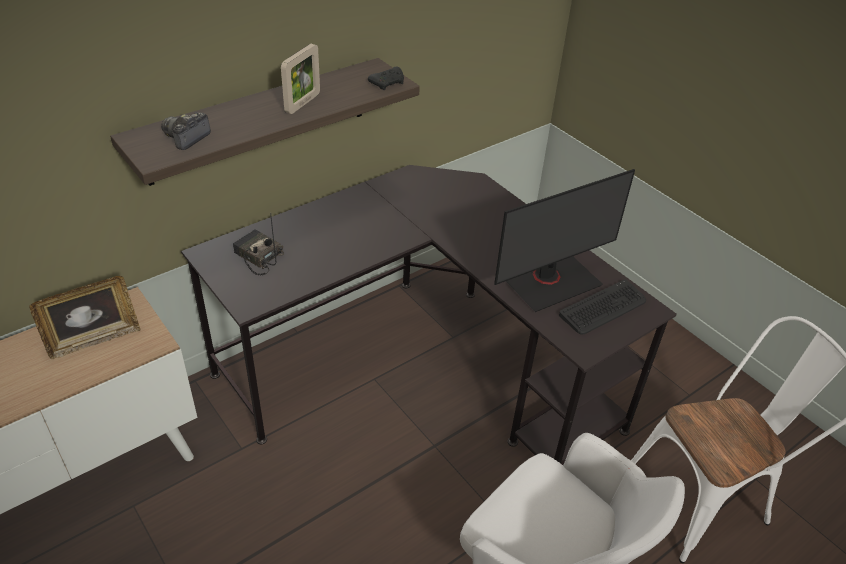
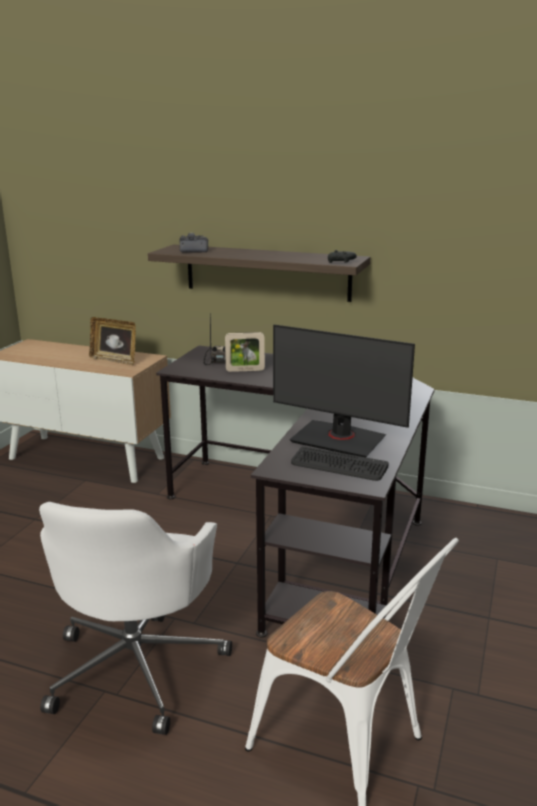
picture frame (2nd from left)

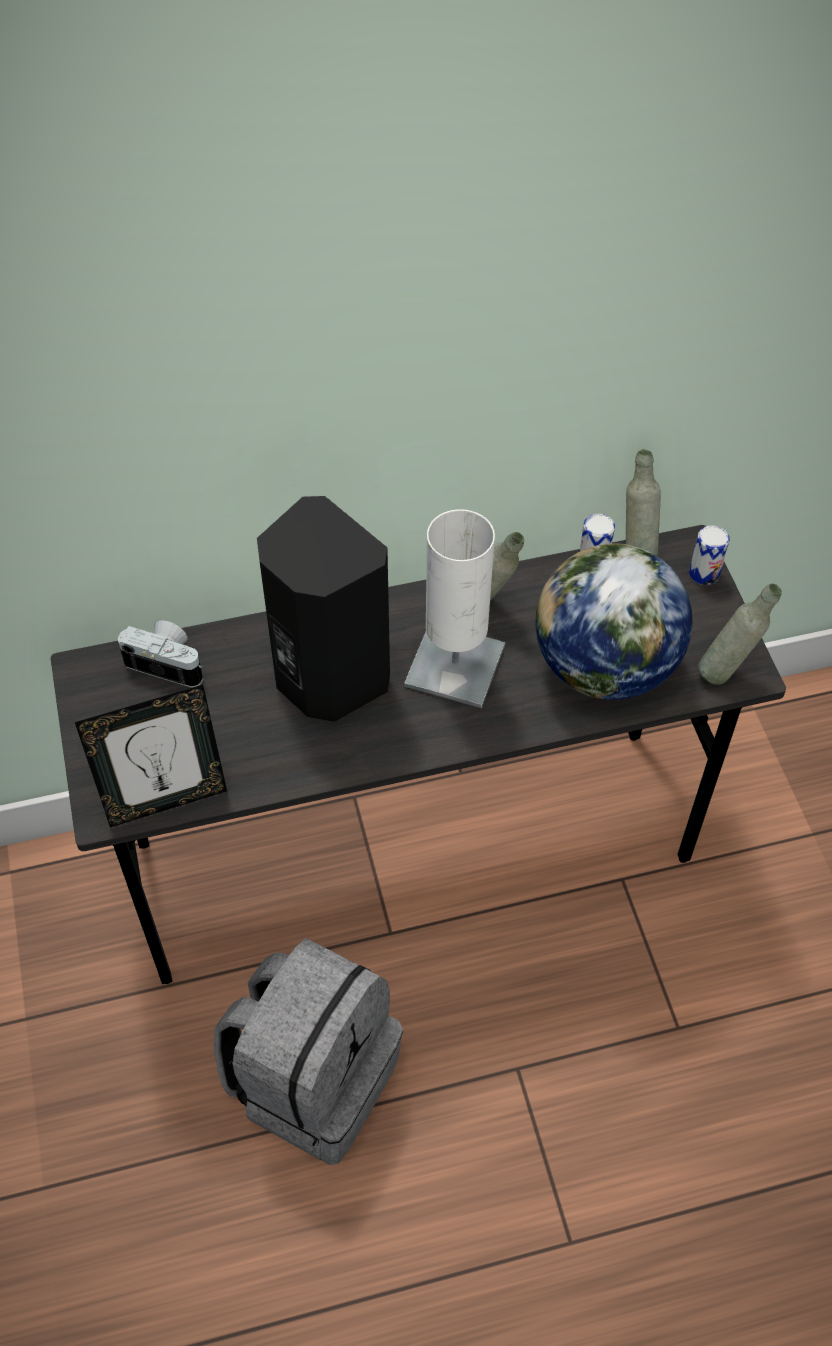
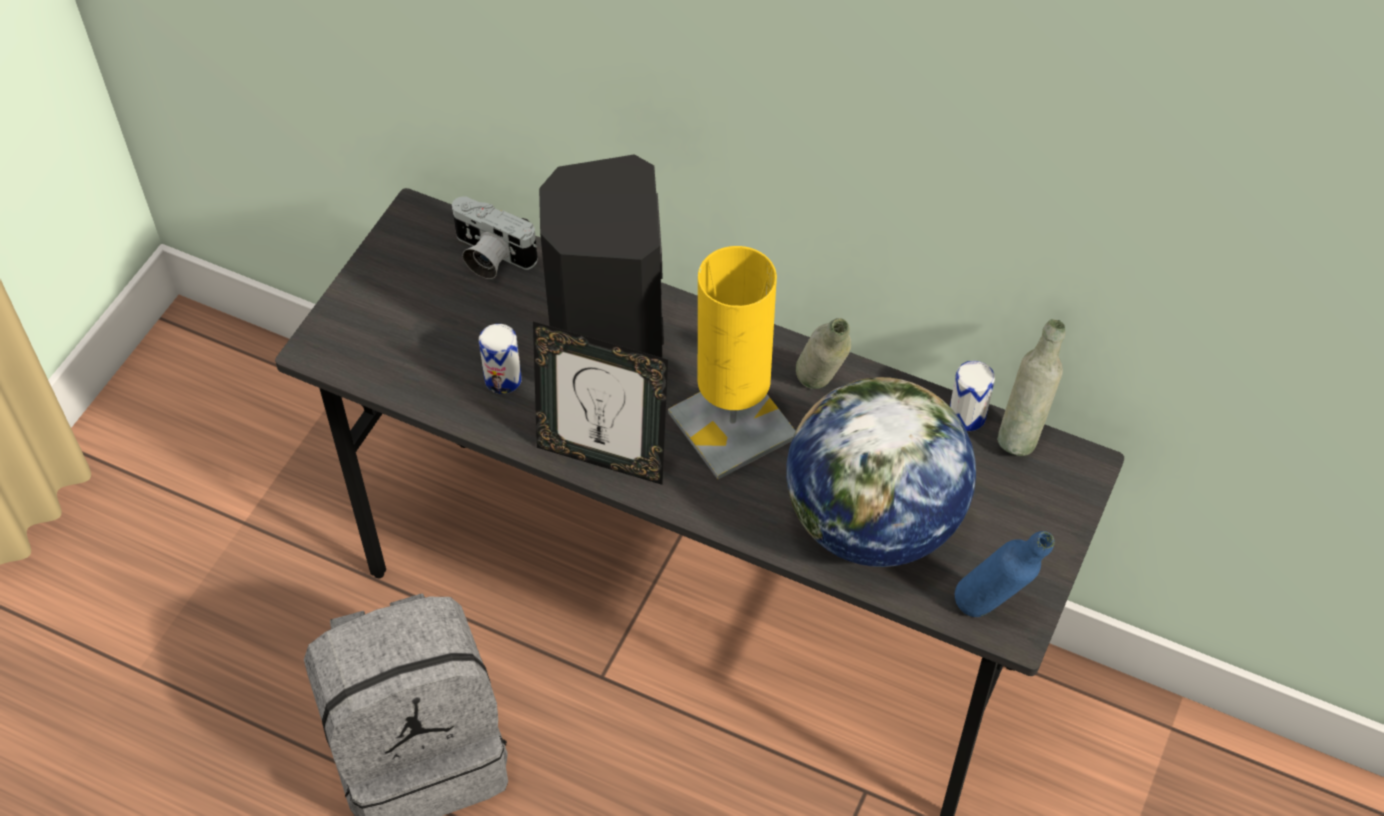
picture frame; photo camera; yellow table lamp; can (1st from left); blue bottle

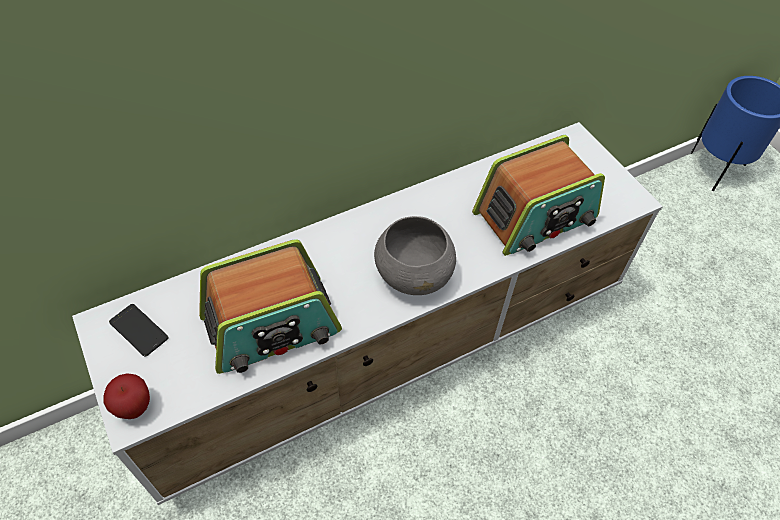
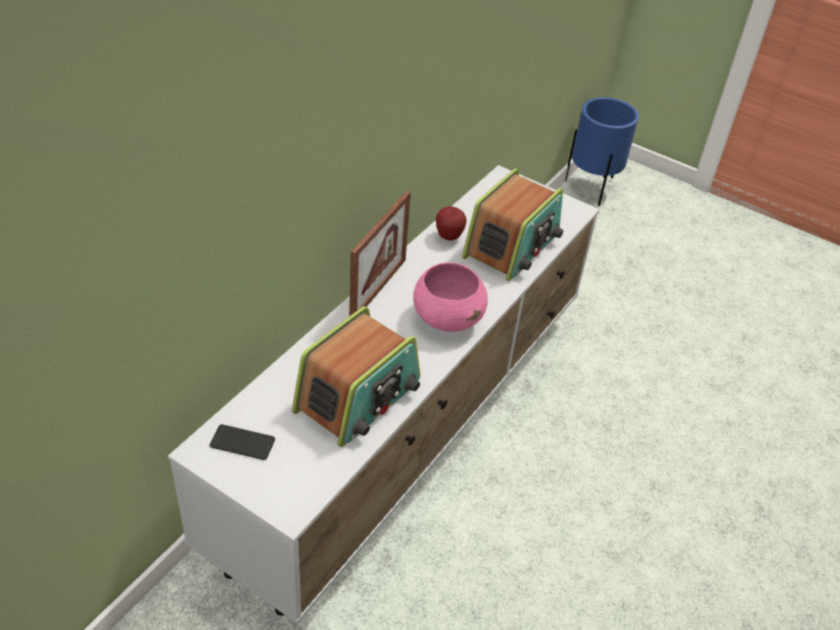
apple; pink bowl; picture frame

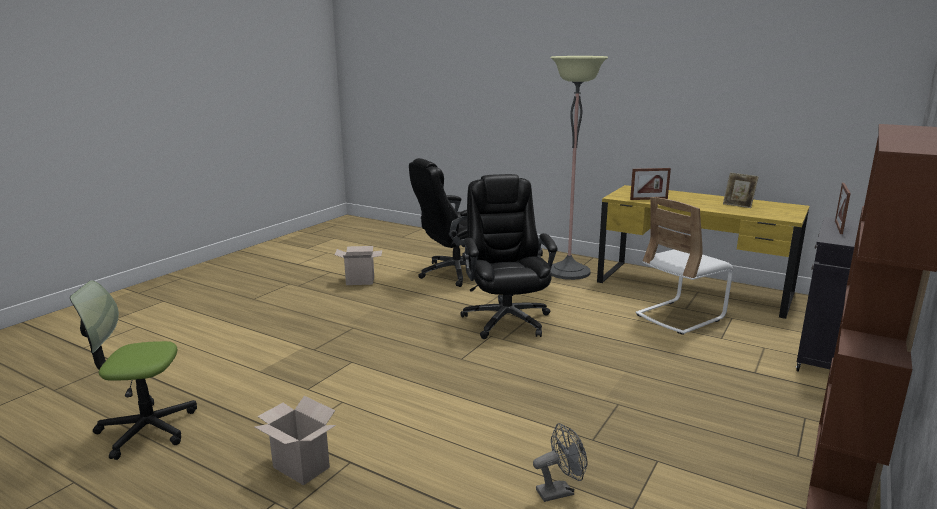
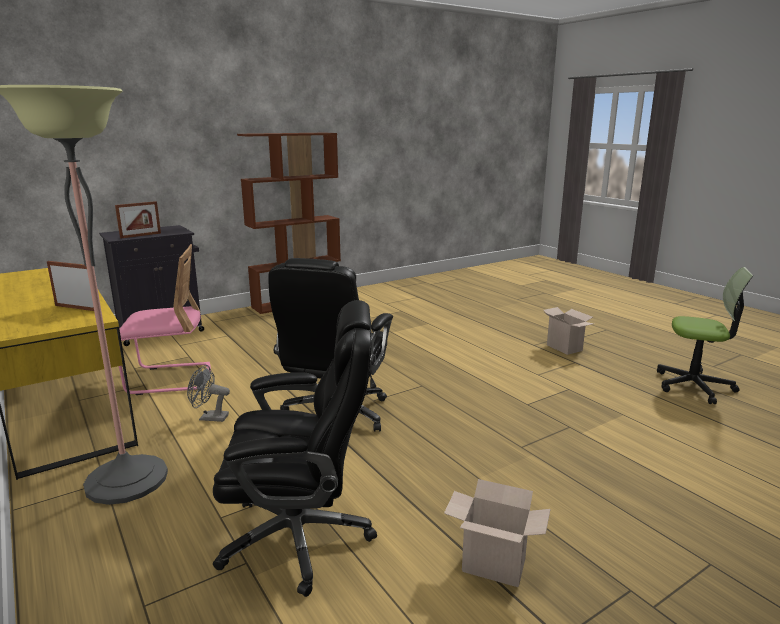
grey fan; pink chair; picture frame (2nd from left in the first image)

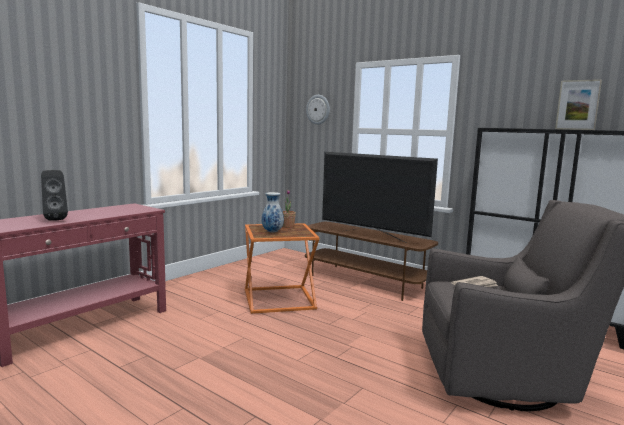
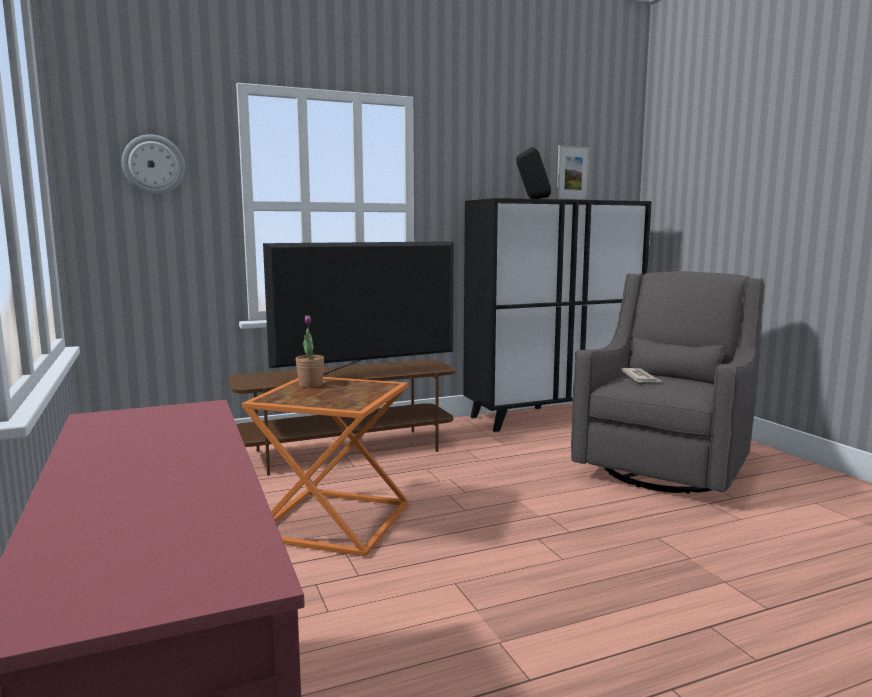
black speaker; vase

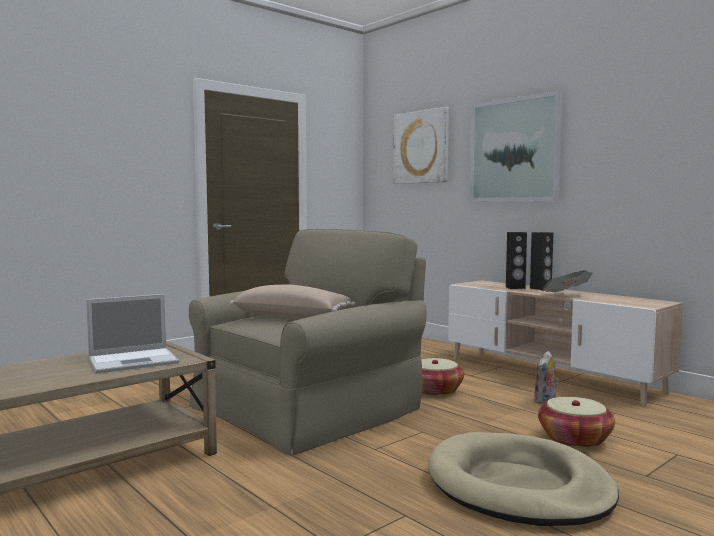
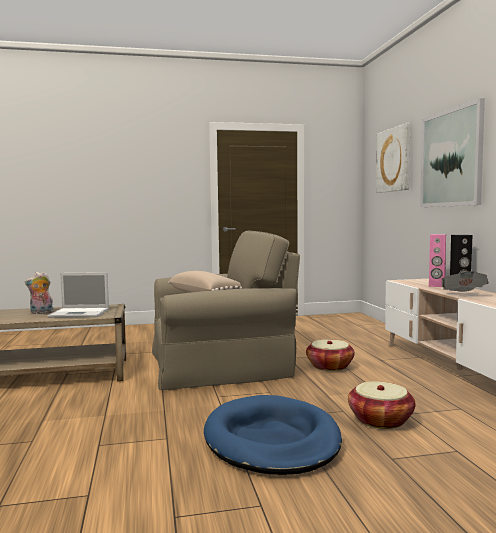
blue dog bed; pink speaker; plush toy

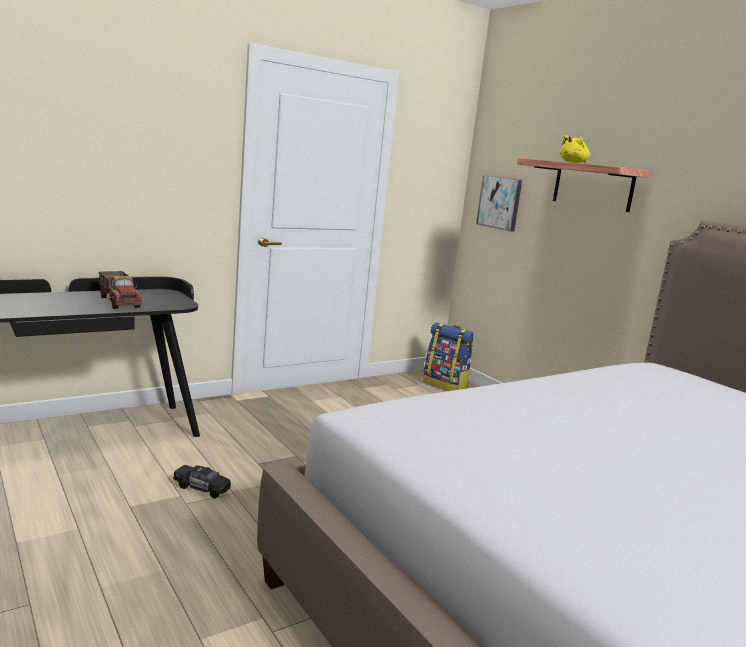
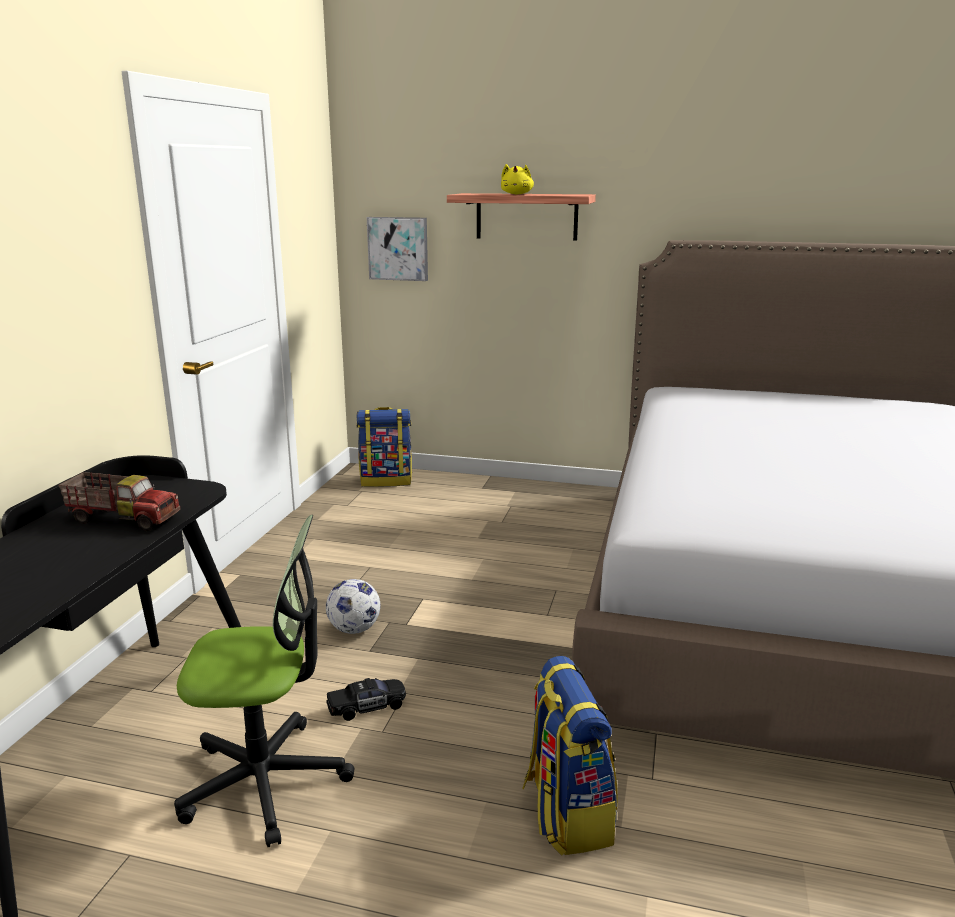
office chair; football; backpack (2nd from left)

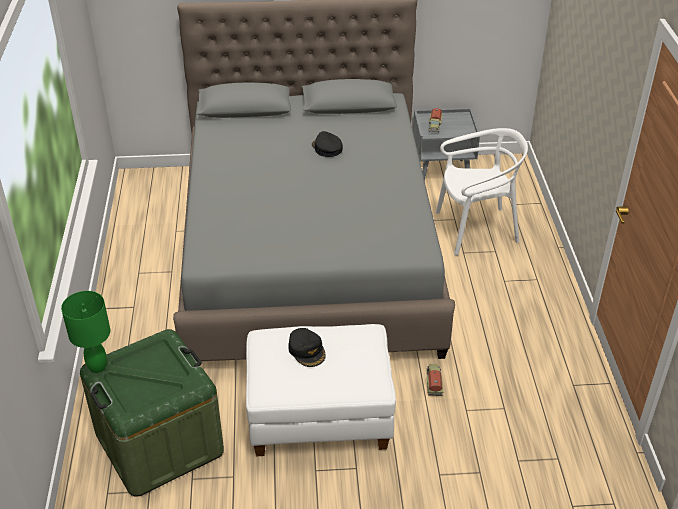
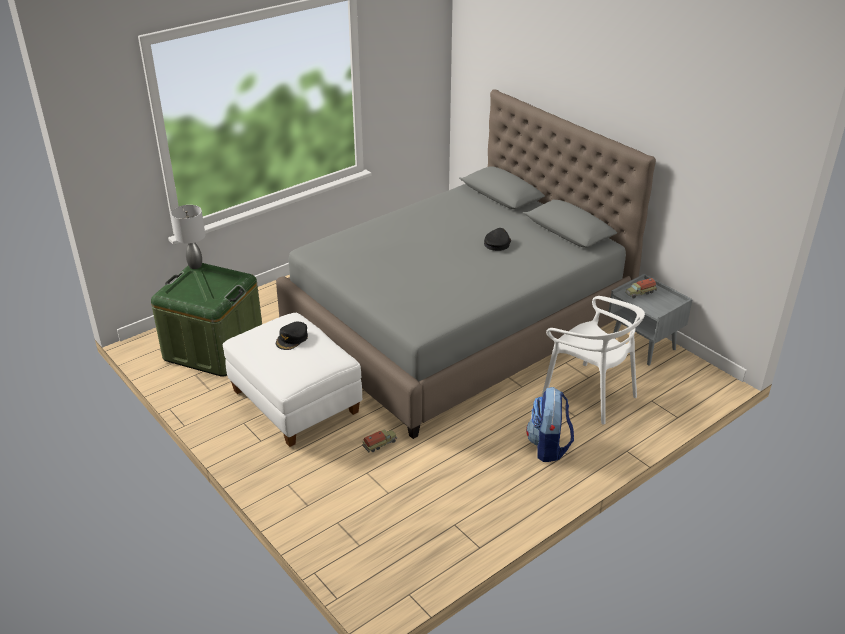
grey table lamp; backpack

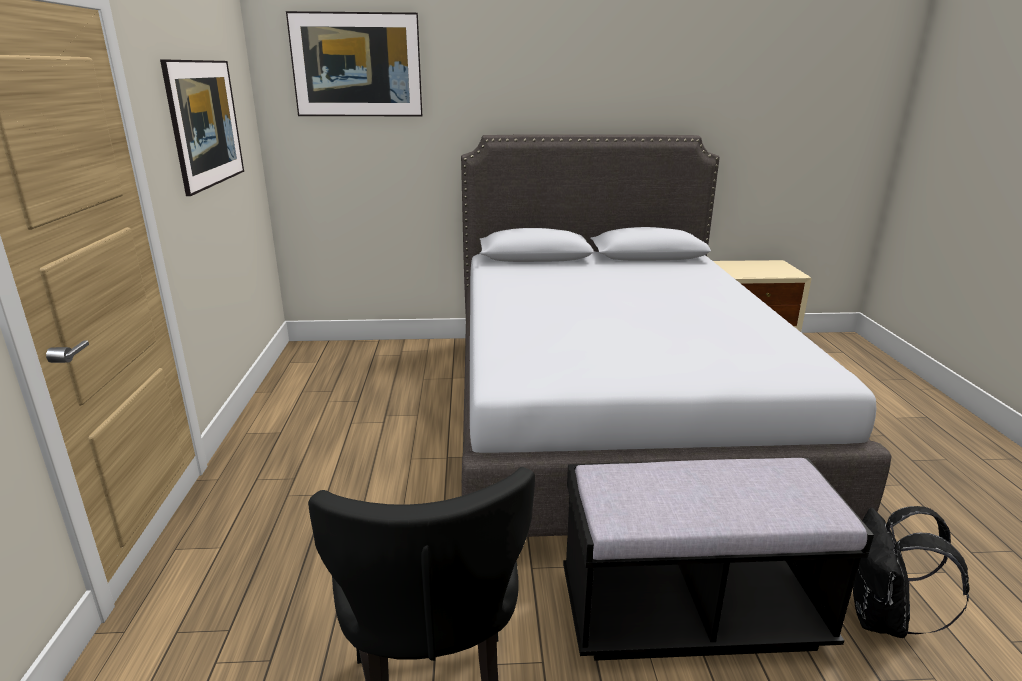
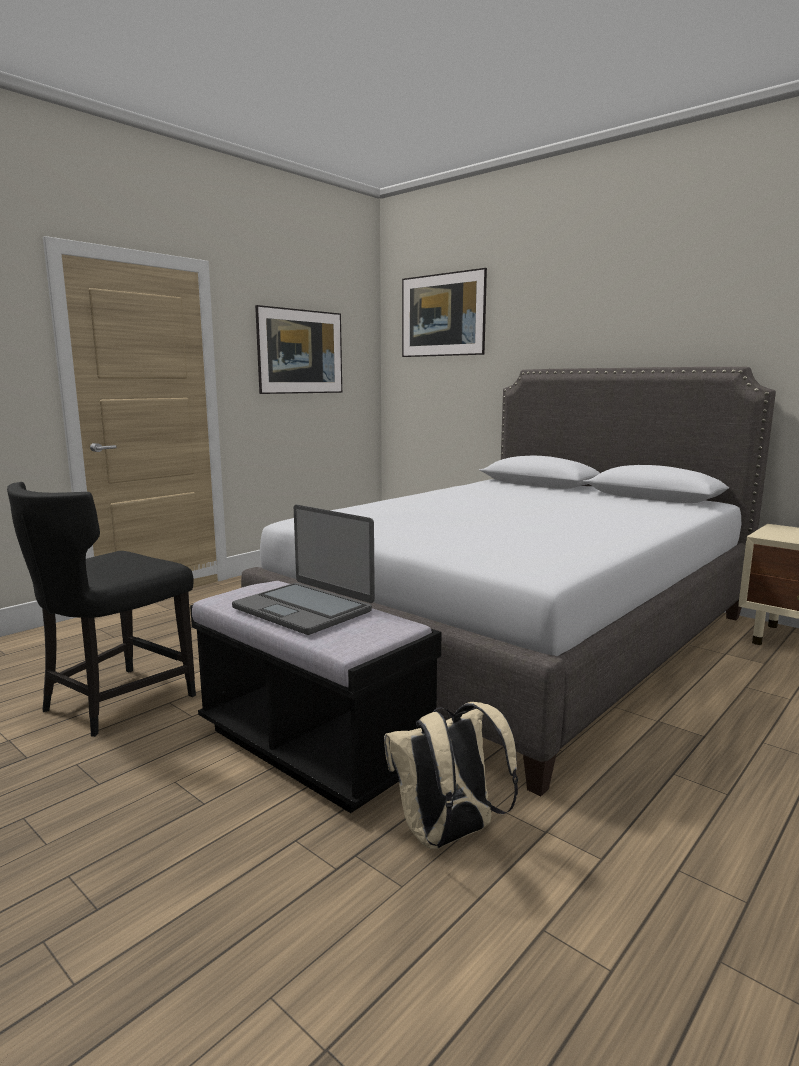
beige backpack; laptop

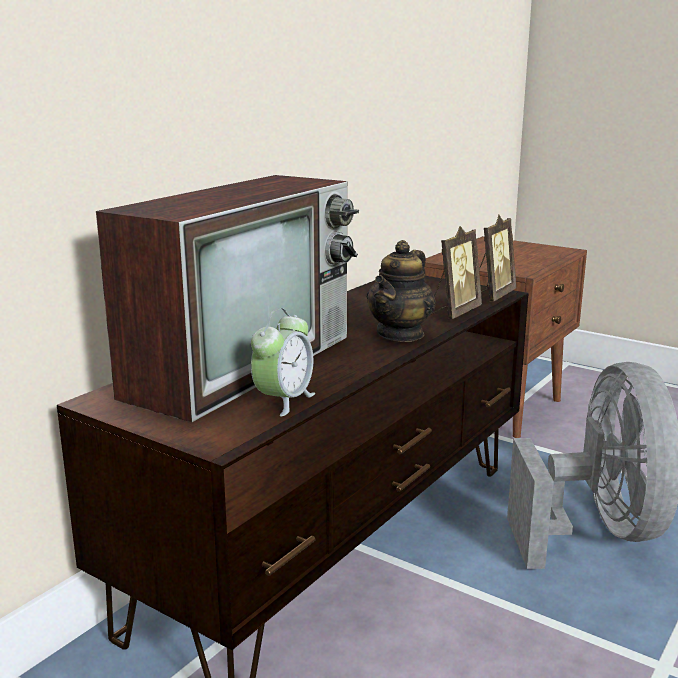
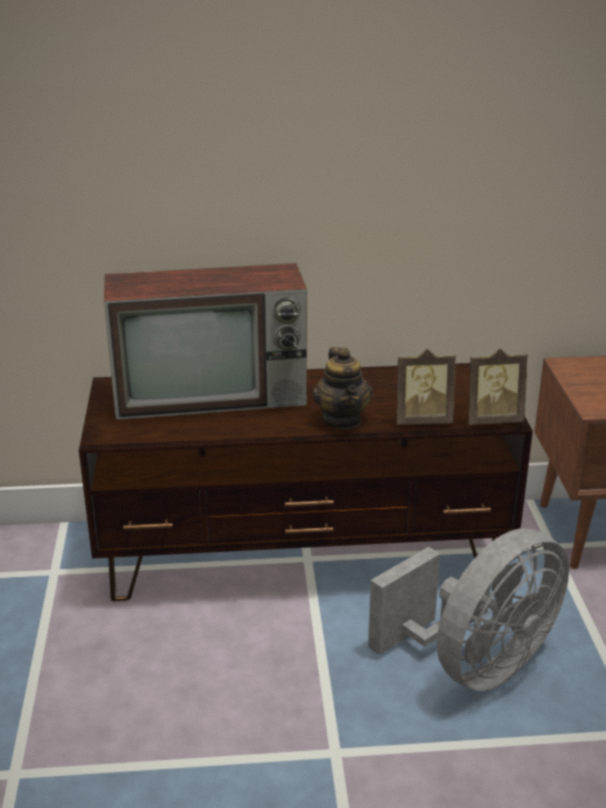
alarm clock; teapot

